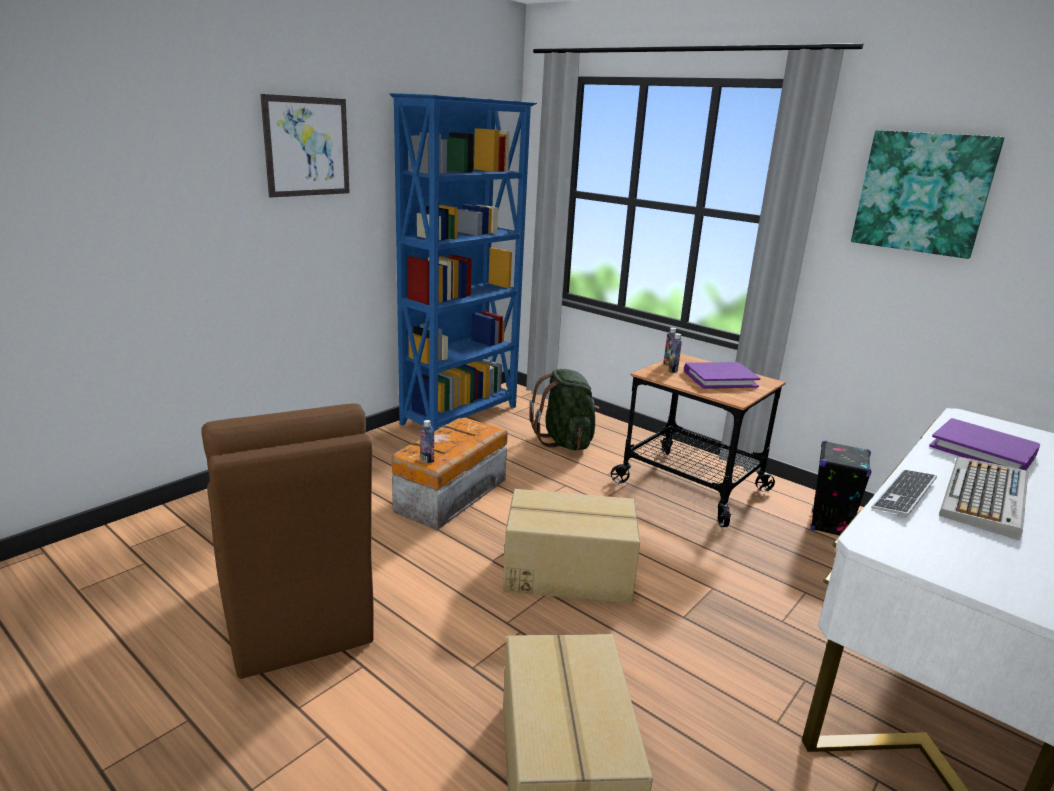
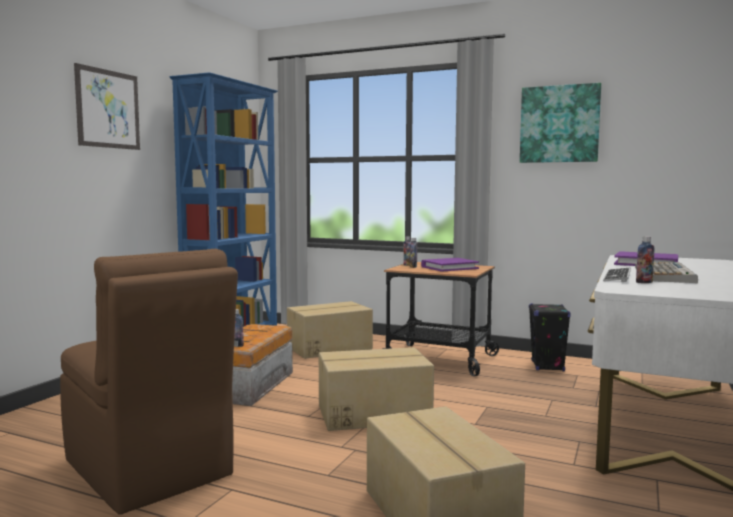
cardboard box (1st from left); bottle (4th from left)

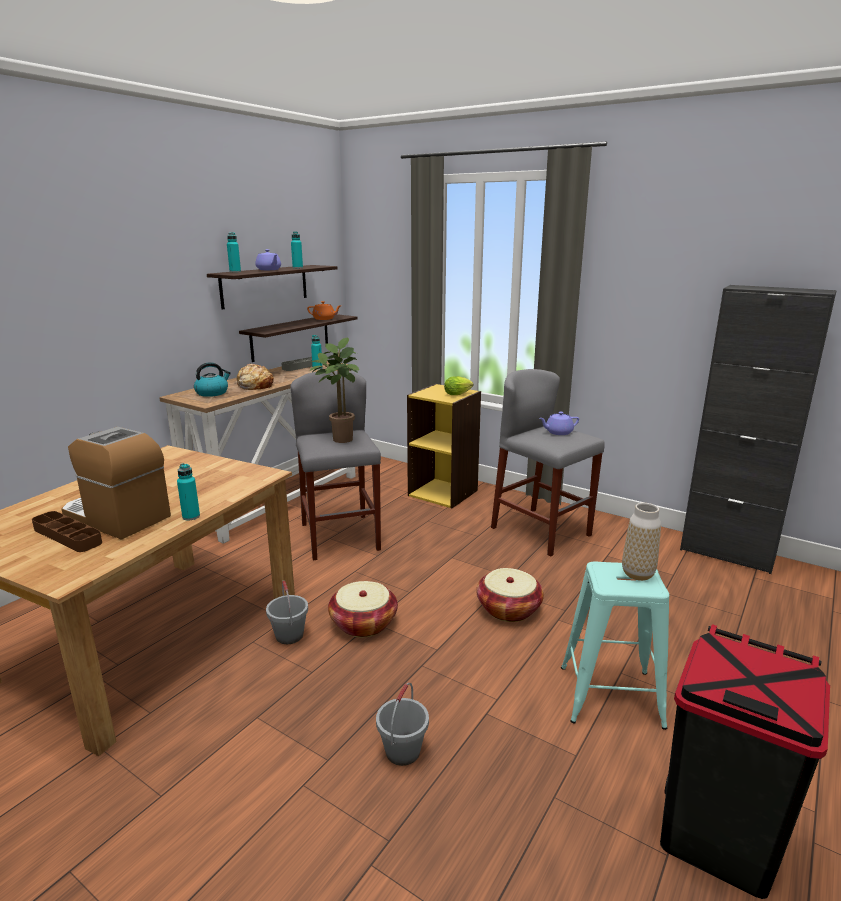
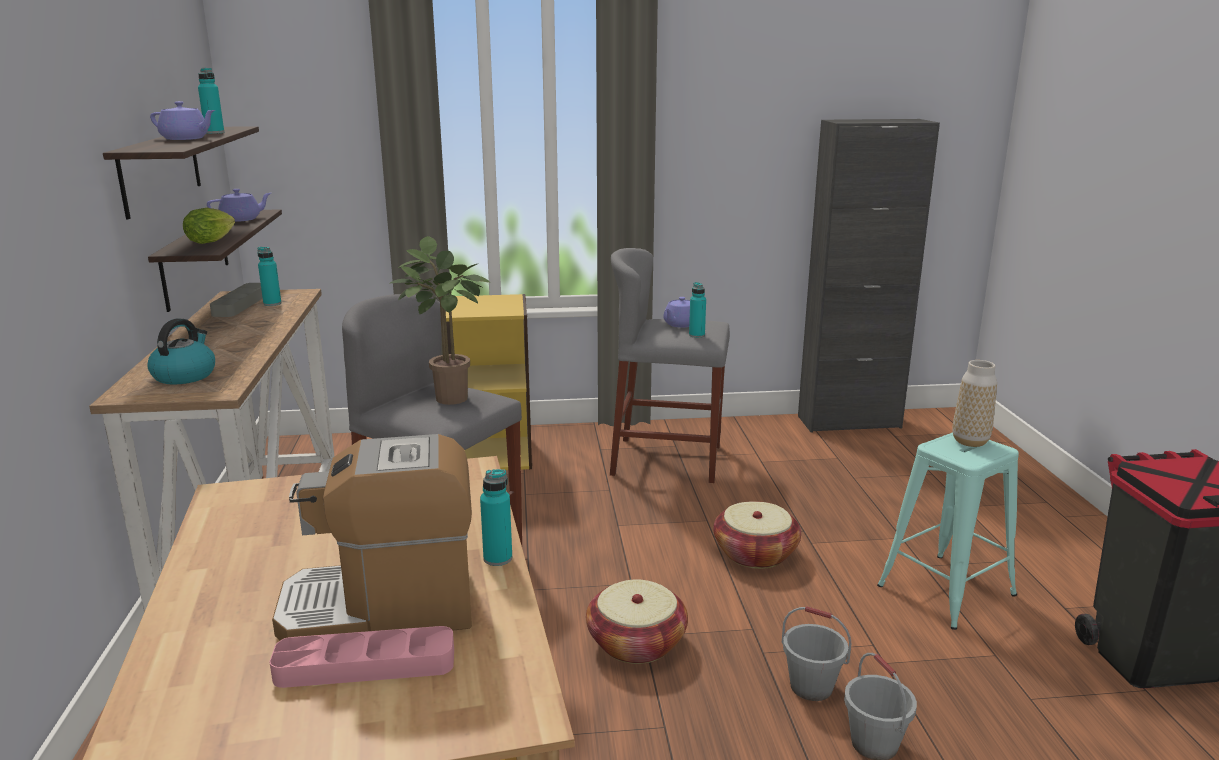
pink tray; turquoise bottle (4th from left); bread; grey bucket (1st from left); purple teapot (2nd from left); lettuce

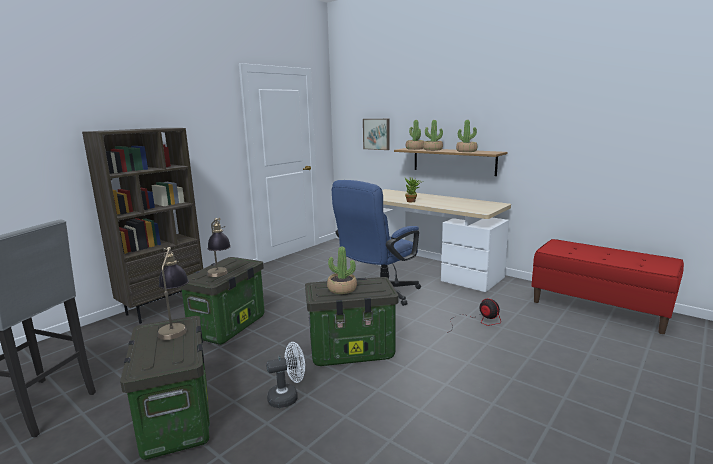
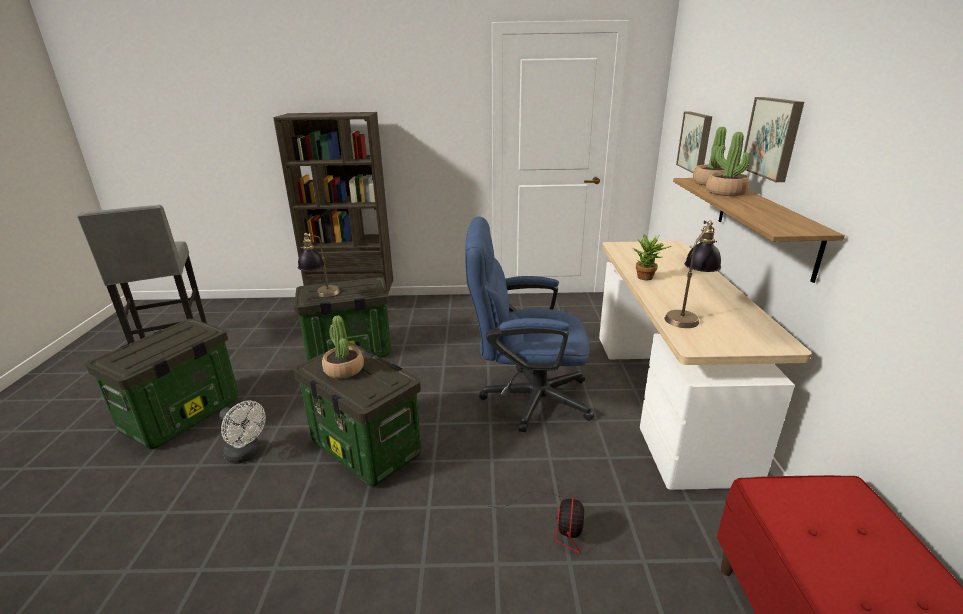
table lamp (2nd from left); potted plant (5th from left in the first image); picture (2nd from left)

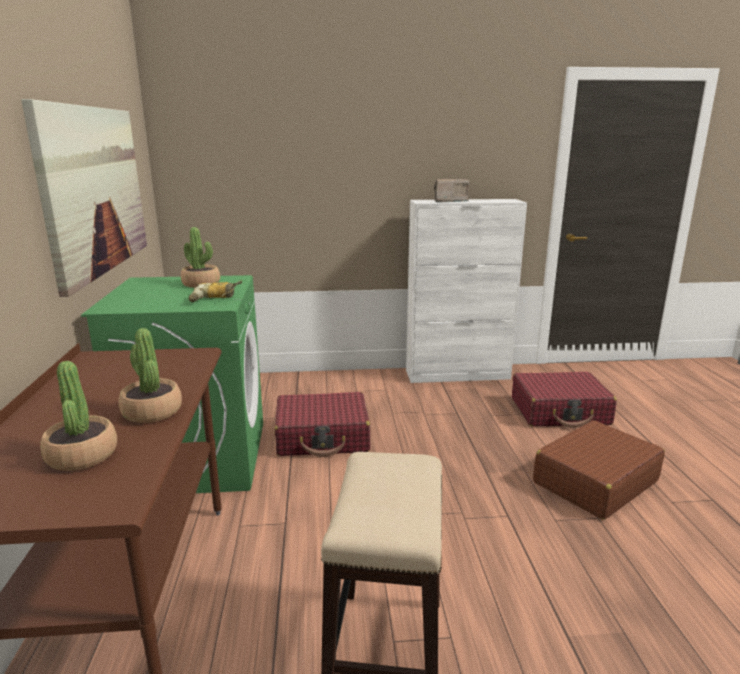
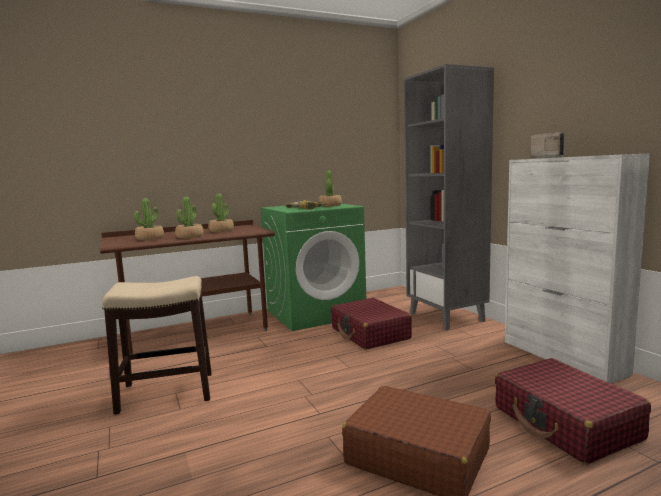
picture; potted plant (3rd from left); grey bookcase

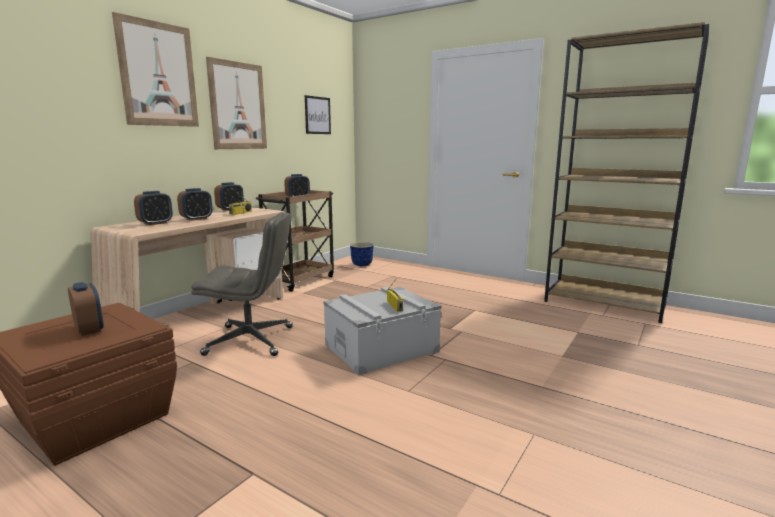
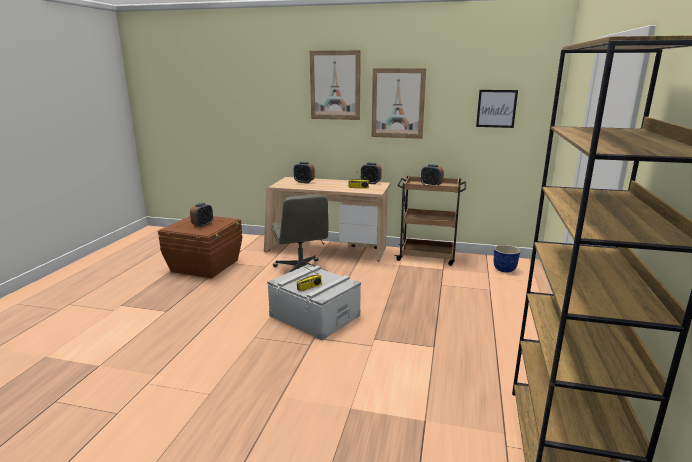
alarm clock (3rd from left in the first image)

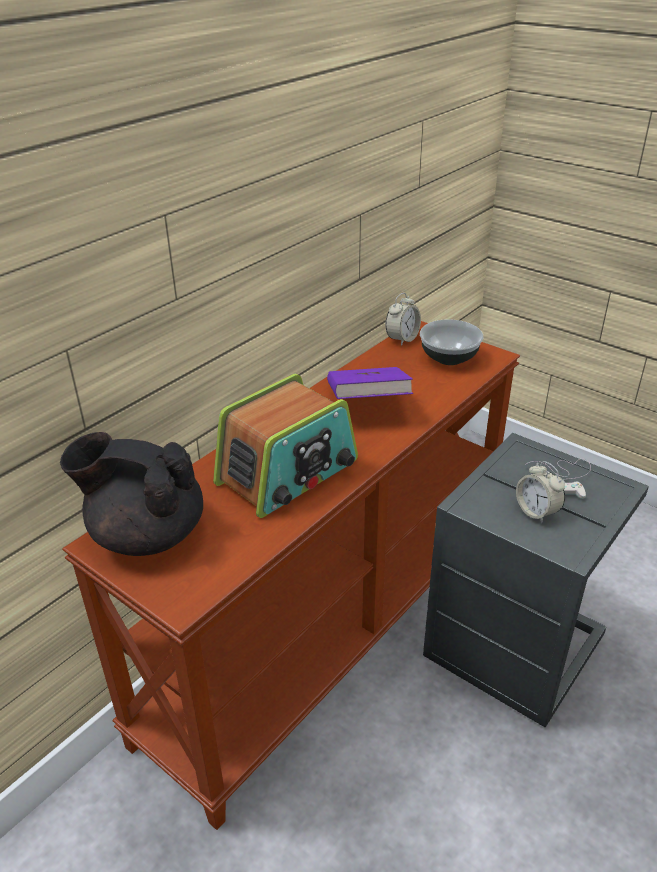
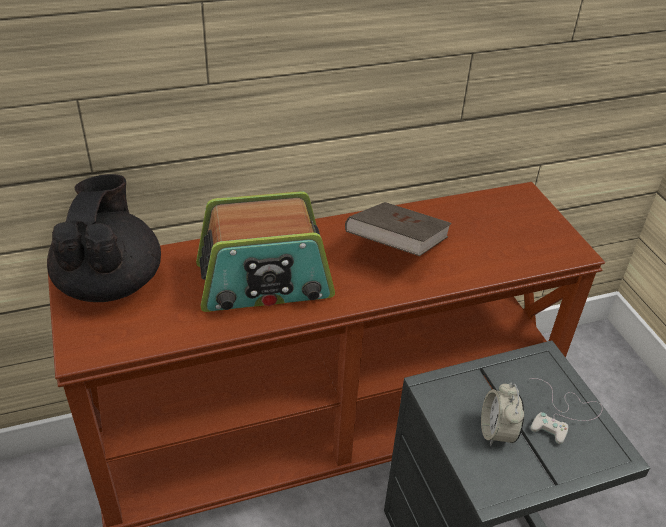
black teapot; brown book; alarm clock (1st from left in the first image); bowl

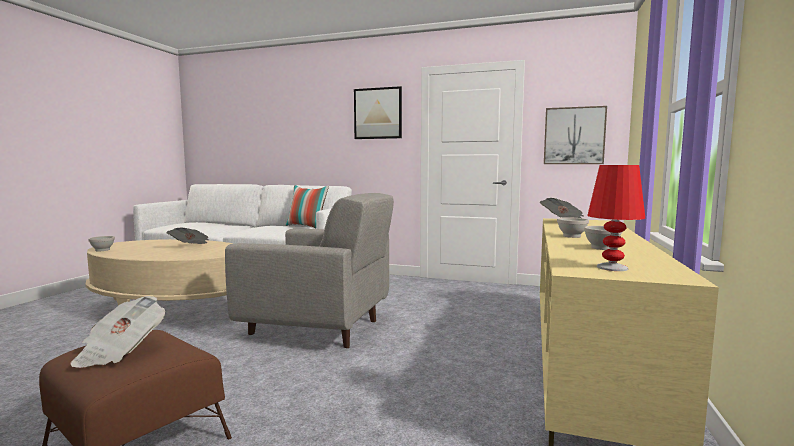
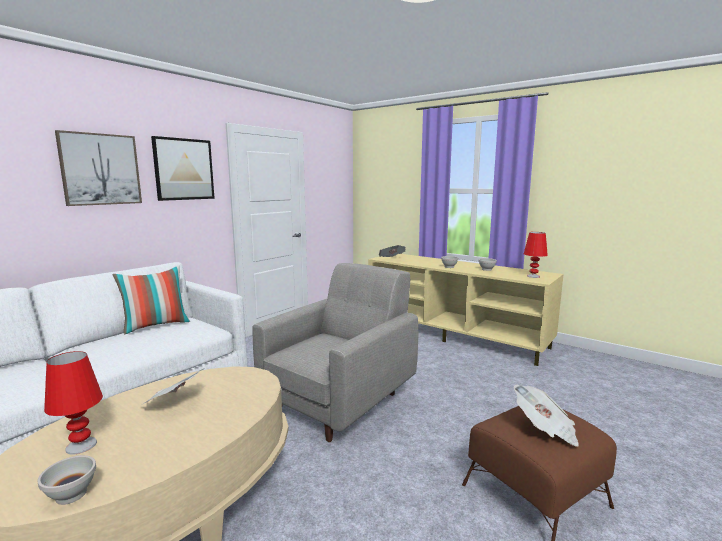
picture (1st from left); red table lamp (1st from left)

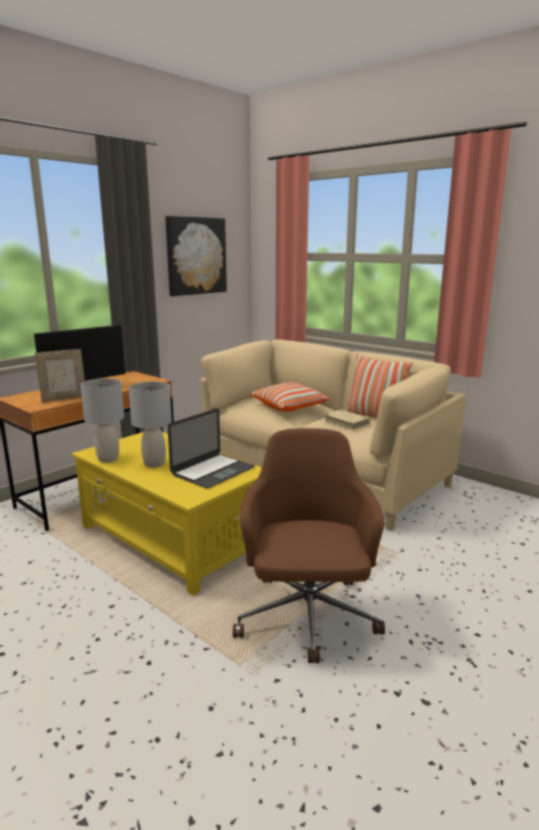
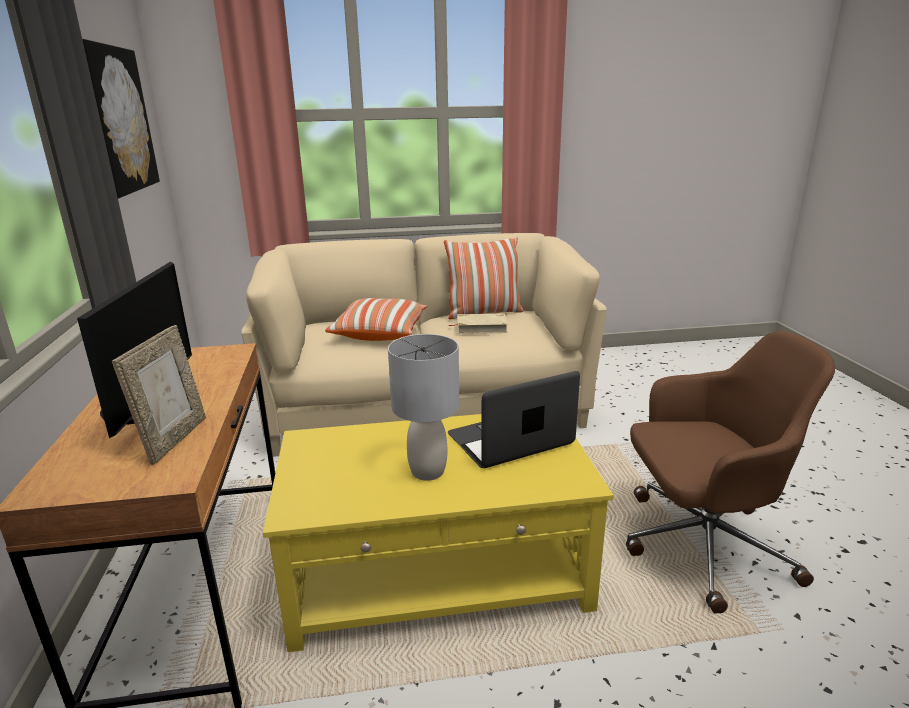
grey table lamp (1st from left in the first image); laptop; brown office chair

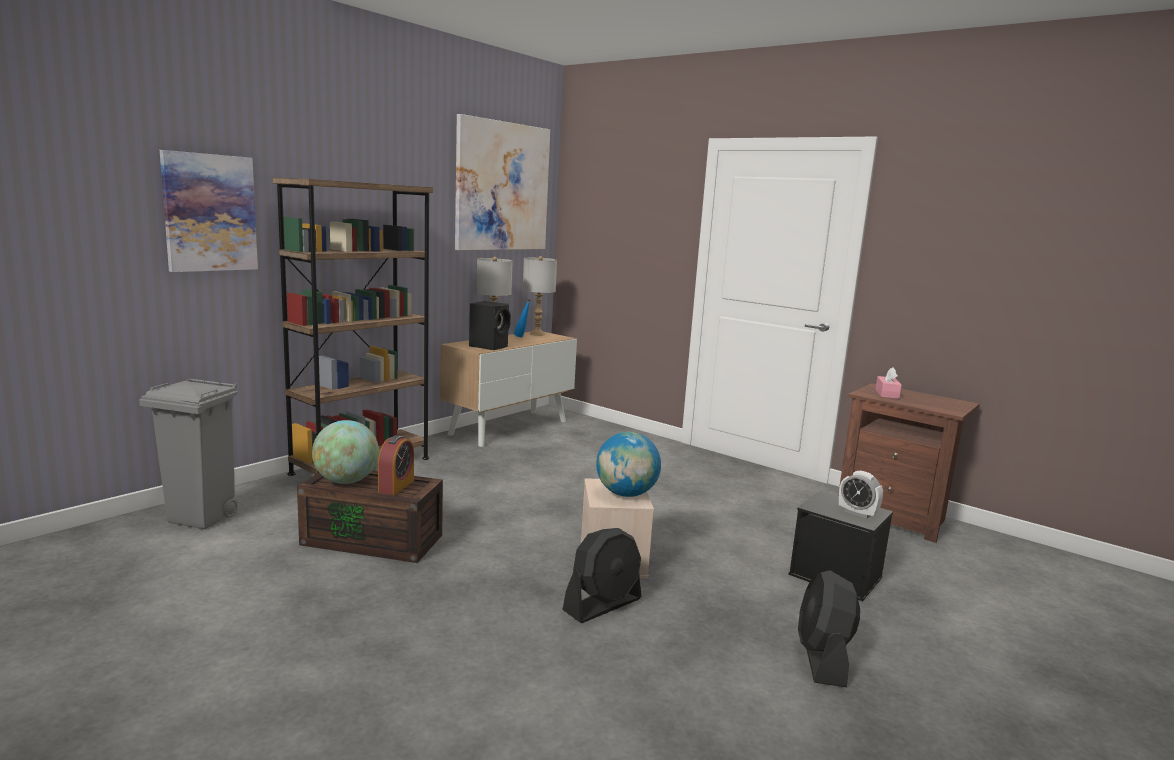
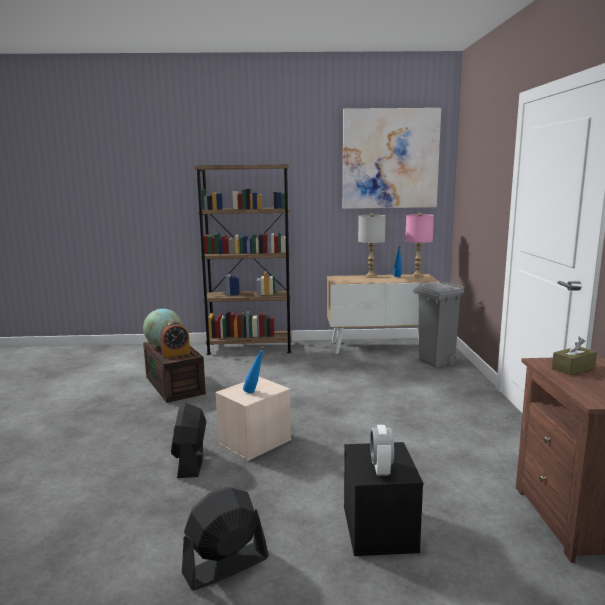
grey trash can; picture (1st from left in the first image); black speaker; pink table lamp; black fan (1st from left); blue bottle (1st from left); brown tissue box

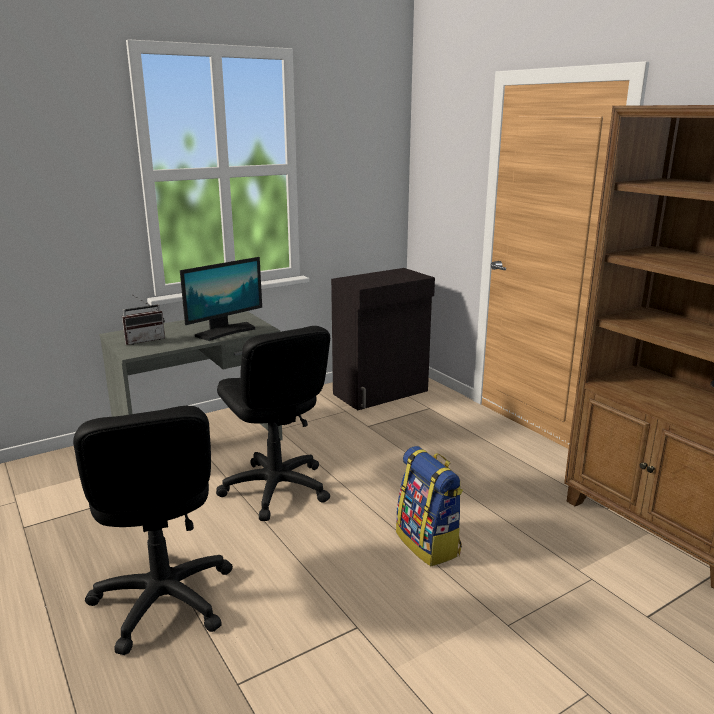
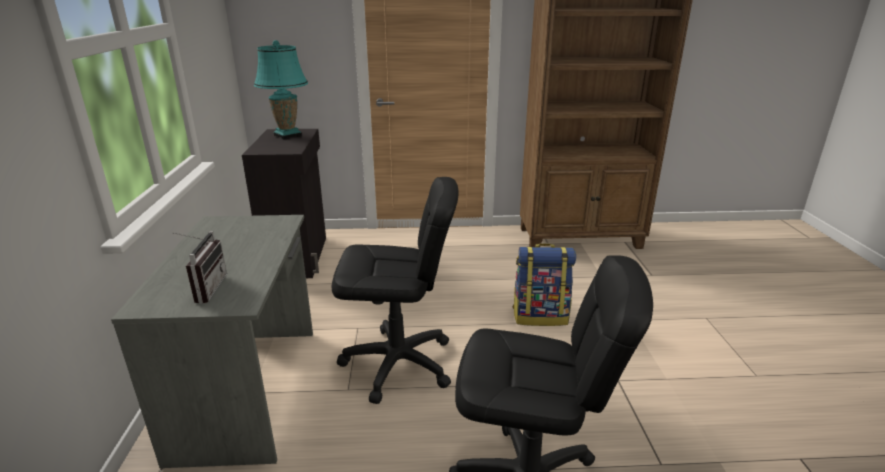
monitor; turquoise table lamp

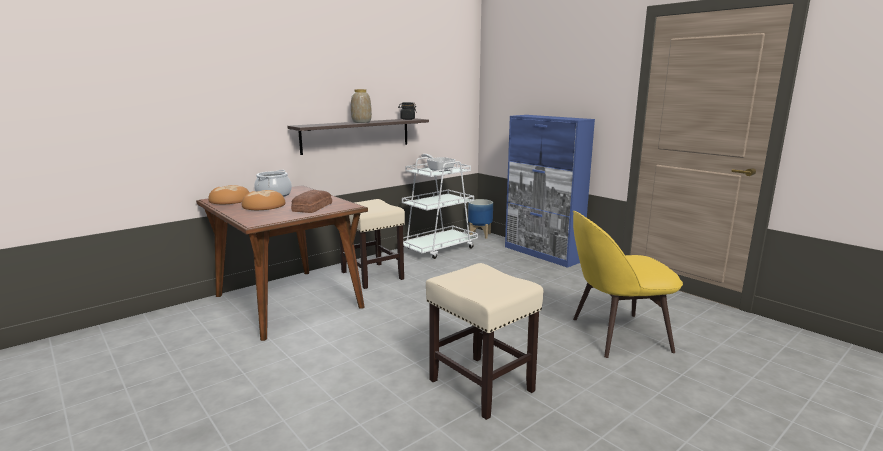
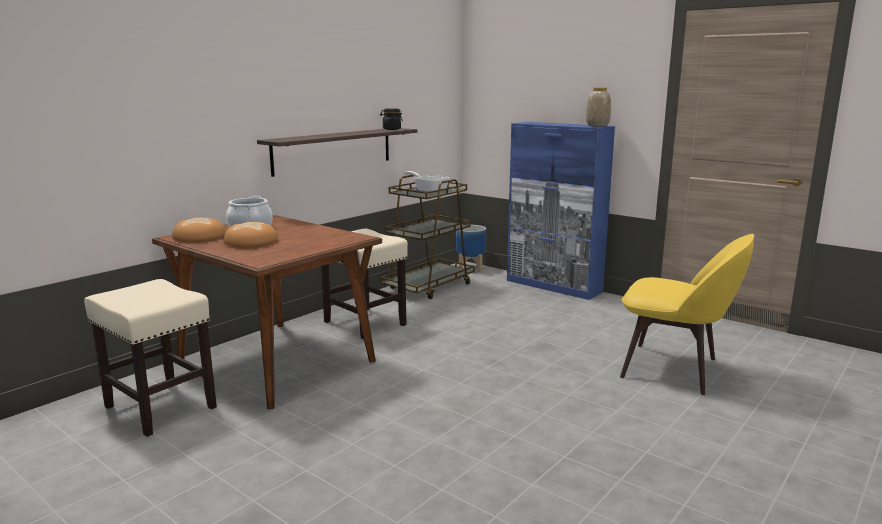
bread (3rd from left in the first image); vase; brown cart; beige stool (1st from left); yellow chair

